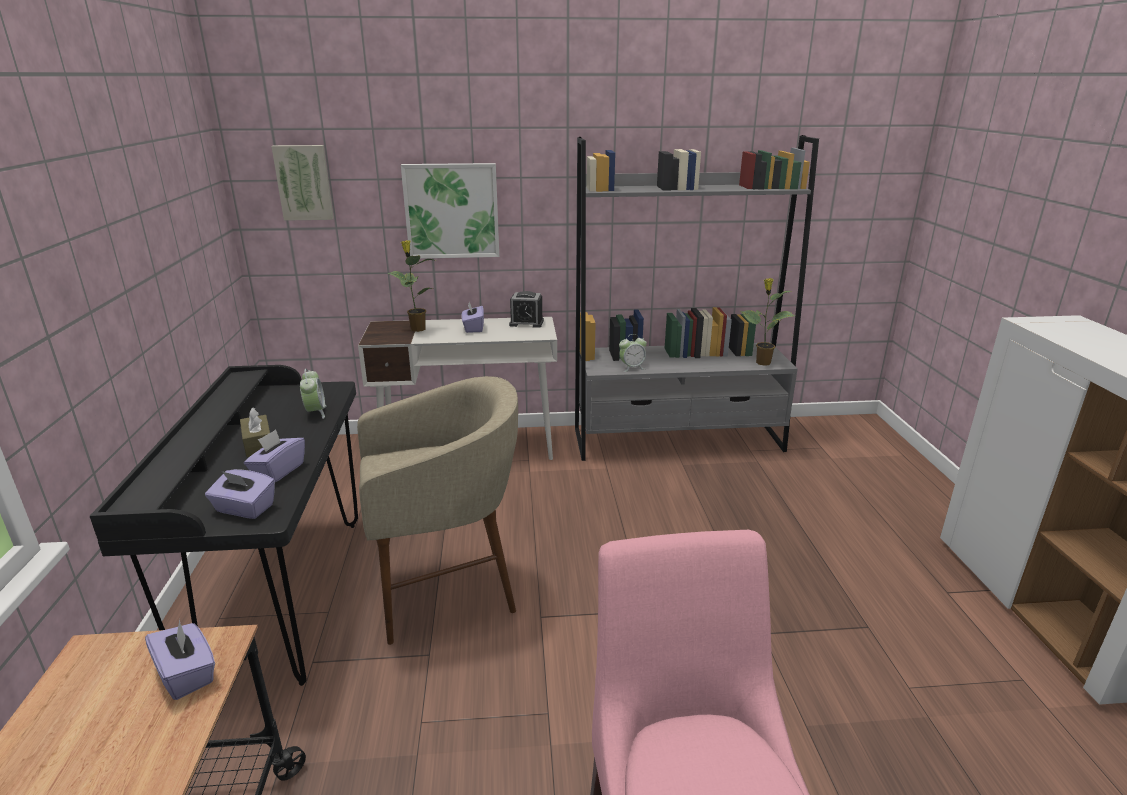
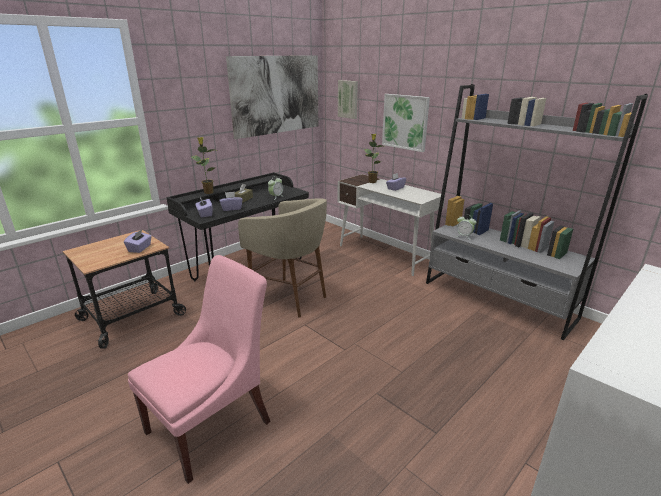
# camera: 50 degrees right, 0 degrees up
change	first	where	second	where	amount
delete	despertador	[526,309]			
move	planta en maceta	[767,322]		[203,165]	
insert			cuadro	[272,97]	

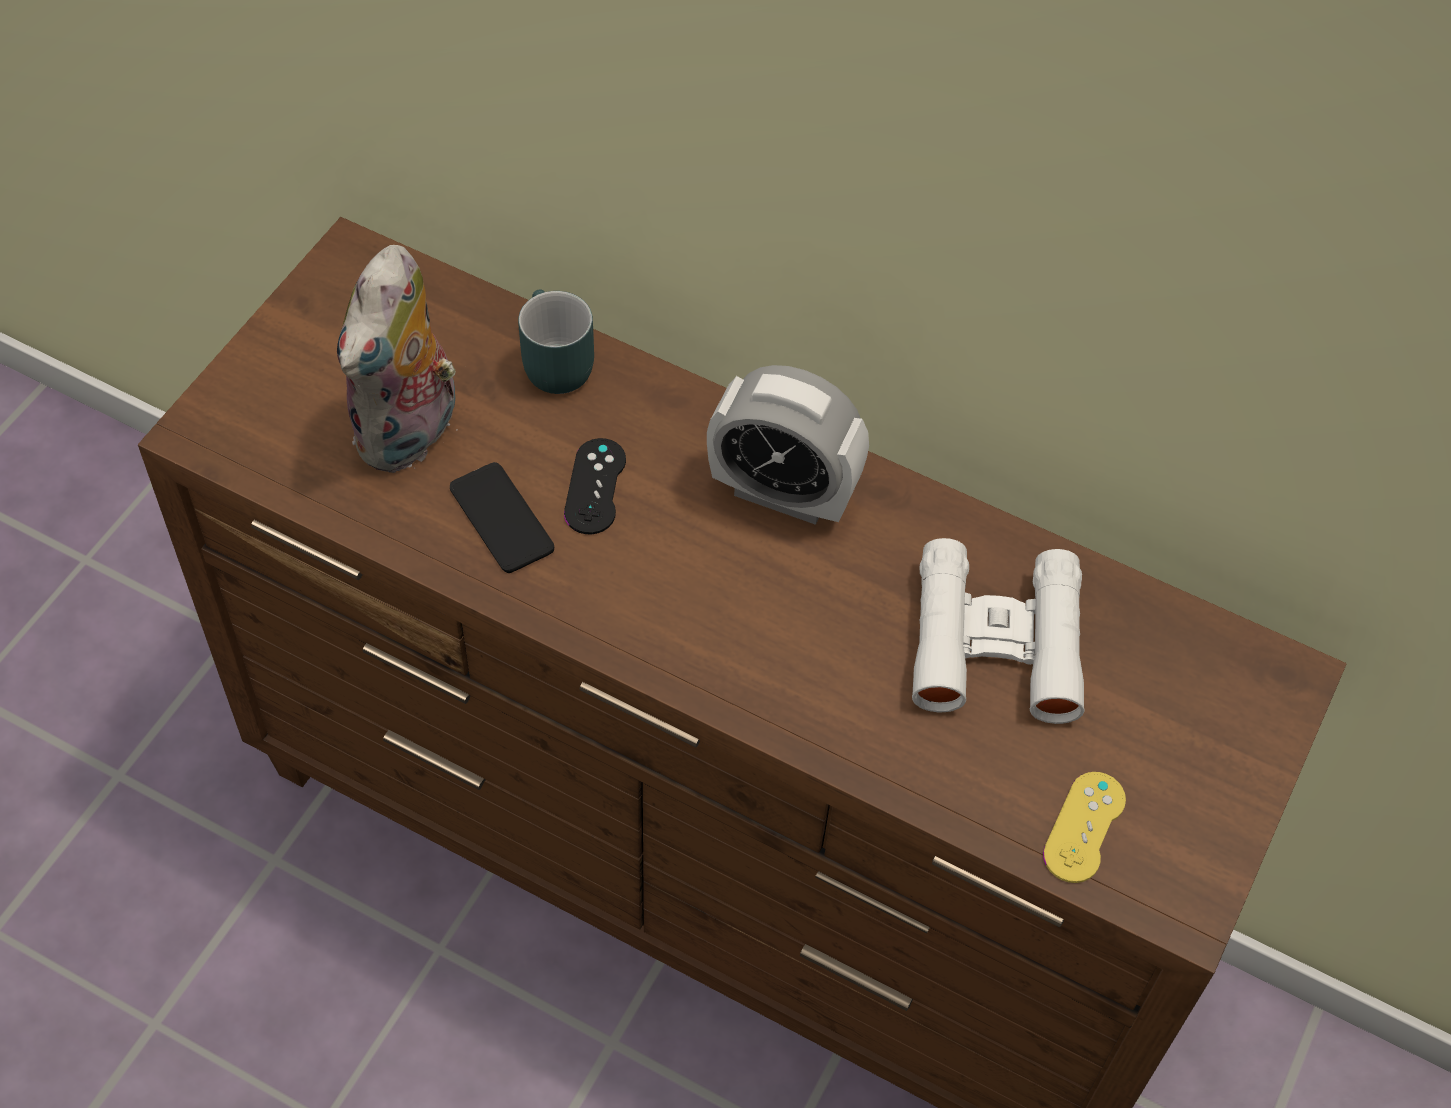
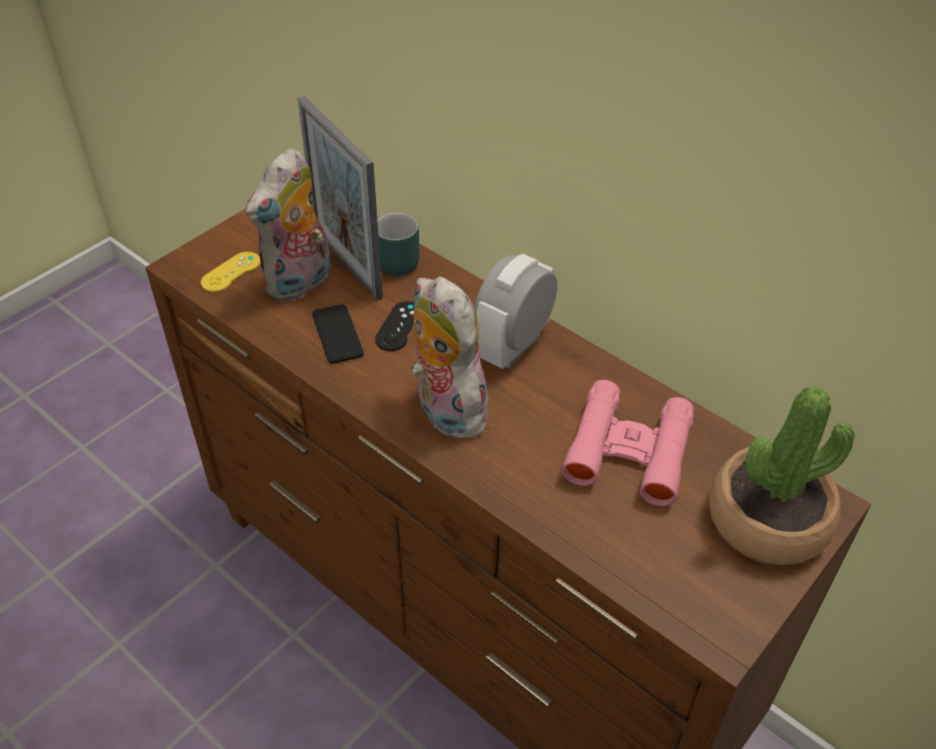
# camera: 15 degrees right, 10 degrees down
change	first	where	second	where	amount
rotate	despertador	[788,445]		[516,311]	90 degrees clockwise
recolor	prismáticos [blanco]	[998,631]	prismáticos [rosa]	[628,443]	
move	mando de consola [amarillo]	[1084,827]		[231,272]	
insert			portarretratos	[340,198]	
insert			peluche	[452,358]	
insert			planta en maceta	[782,476]	

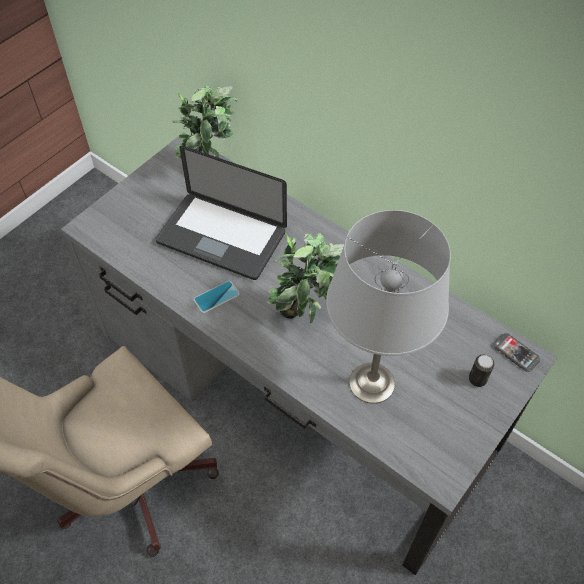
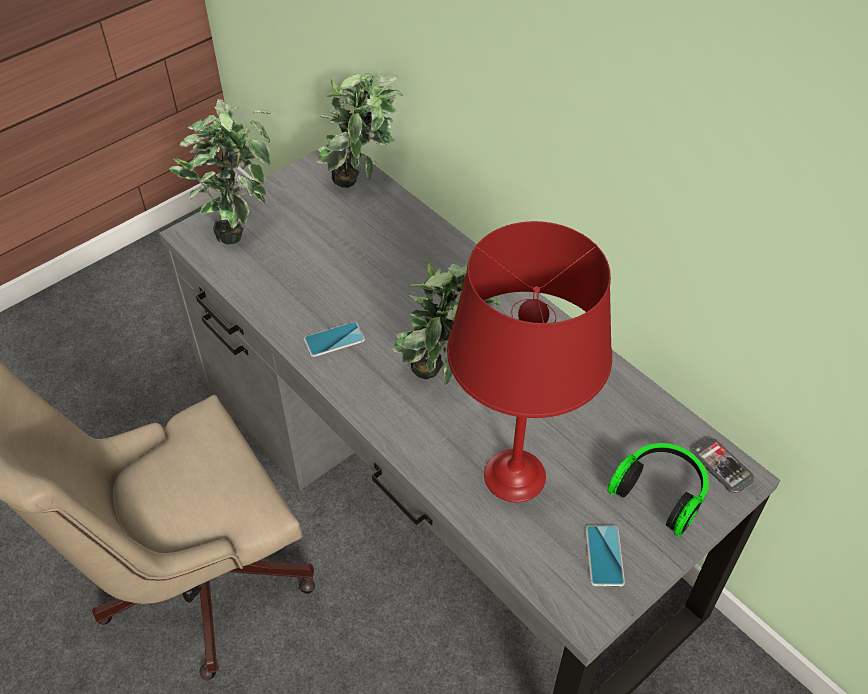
# camera: 10 degrees right, 5 degrees down
change	first	where	second	where	amount
delete	portátil	[221,213]			
recolor	lámpara de mesa [gris]	[388,307]	lámpara de mesa [rojo]	[529,361]	
replace	lata	[482,370]	auriculares	[658,490]	
insert			planta en maceta	[221,172]	
insert			móvil	[605,556]	

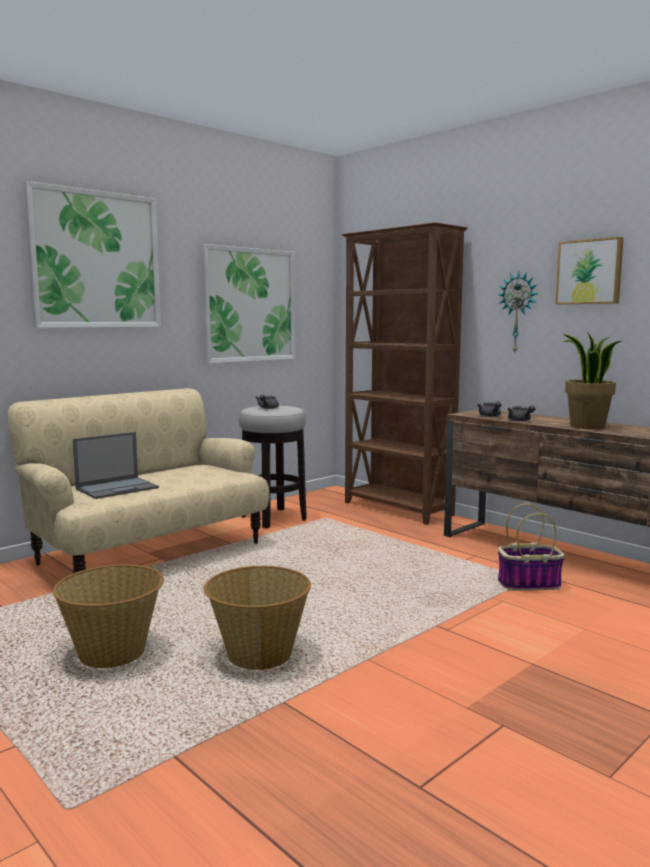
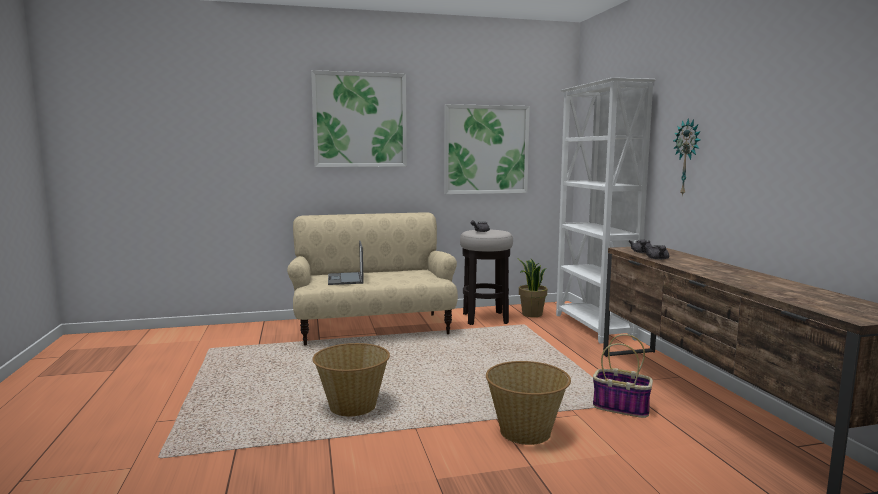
# camera: 30 degrees right, 0 degrees up
change	first	where	second	where	amount
move	cesta	[108,616]		[528,403]	
rotate	portátil	[116,465]		[346,262]	90 degrees clockwise
recolor	estantería [marrón]	[404,373]	estantería [blanco]	[606,210]	
delete	cuadro	[589,270]			
move	planta en maceta	[592,380]		[532,287]	

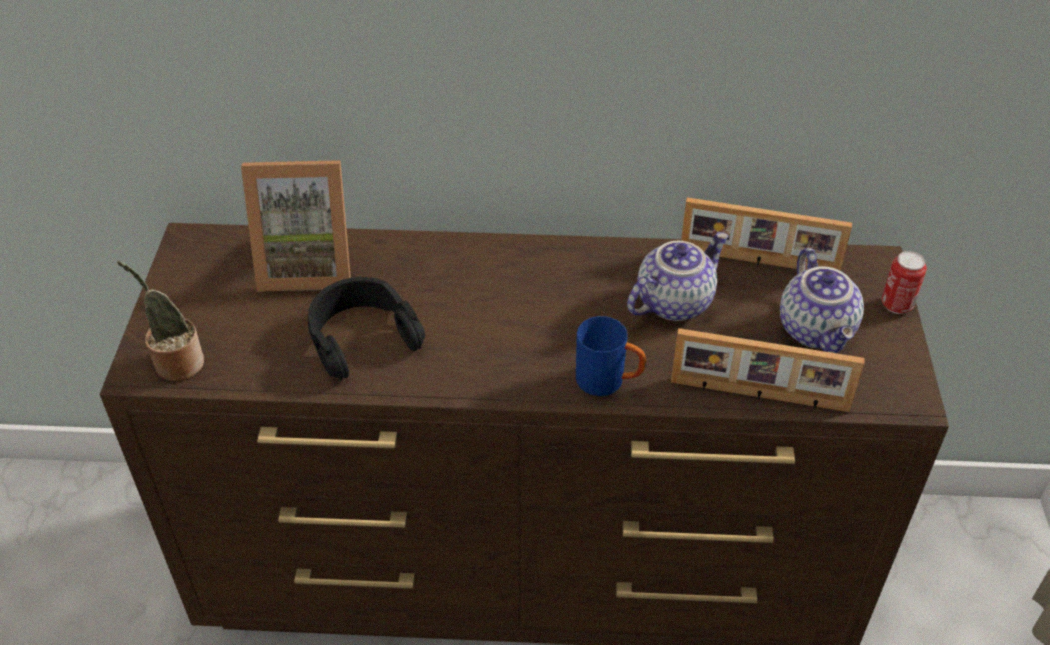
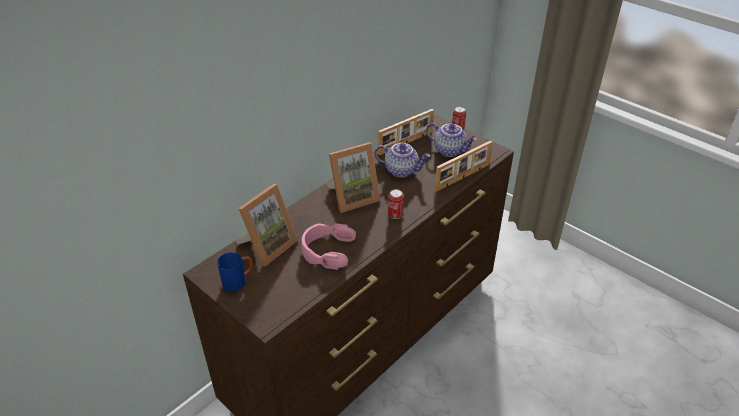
# camera: 50 degrees left, 5 degrees down
change	first	where	second	where	amount
delete	planta en maceta	[160,321]			
recolor	auriculares [negro]	[366,328]	auriculares [rosa]	[328,246]	
move	taza grande [azul]	[611,356]		[235,272]	
rotate	tetera	[678,276]		[402,160]	105 degrees clockwise
insert			portarretratos	[353,177]	
insert			lata	[396,204]	

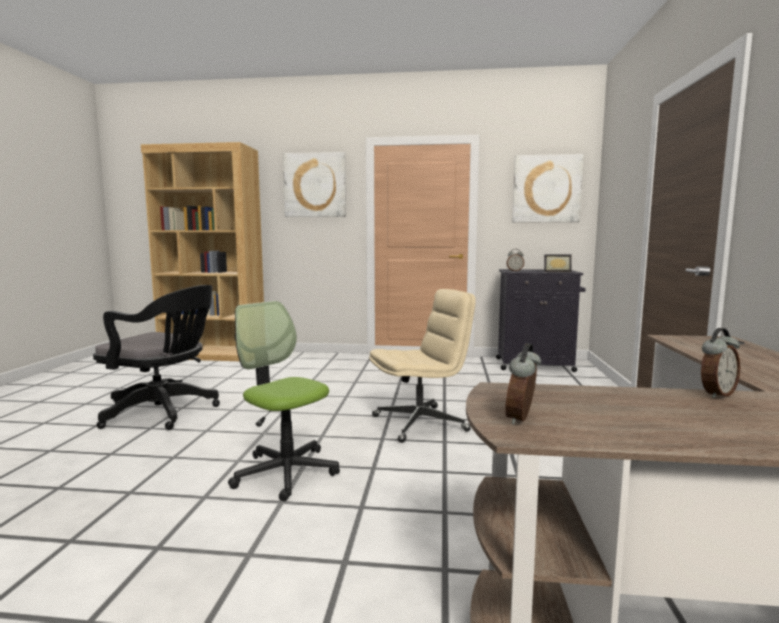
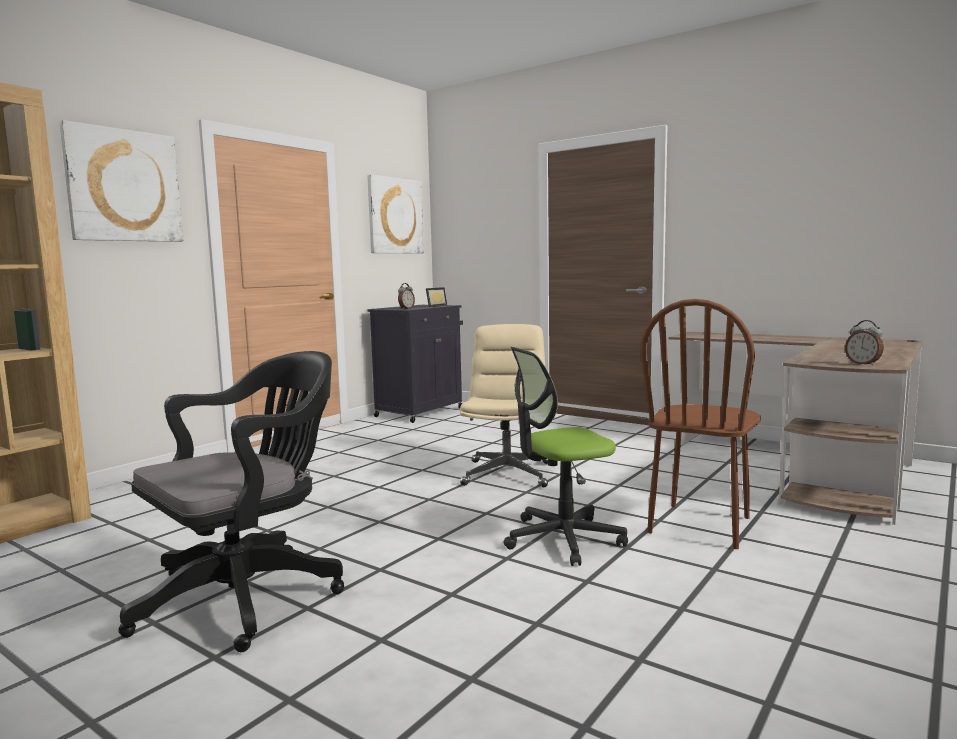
# camera: 60 degrees left, 0 degrees up
change	first	where	second	where	amount
delete	despertador	[720,363]			
insert			silla [marrón]	[700,424]	

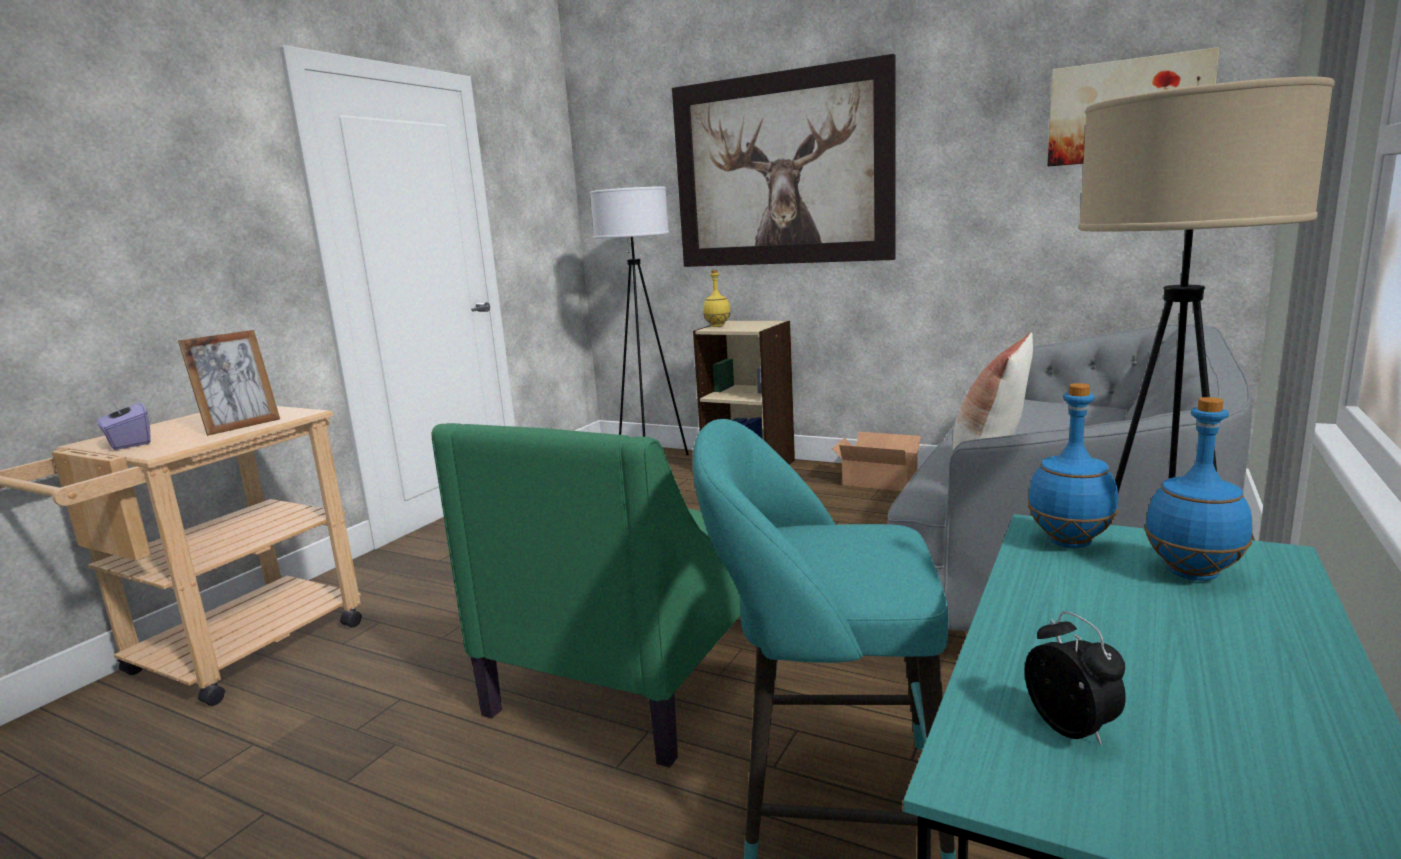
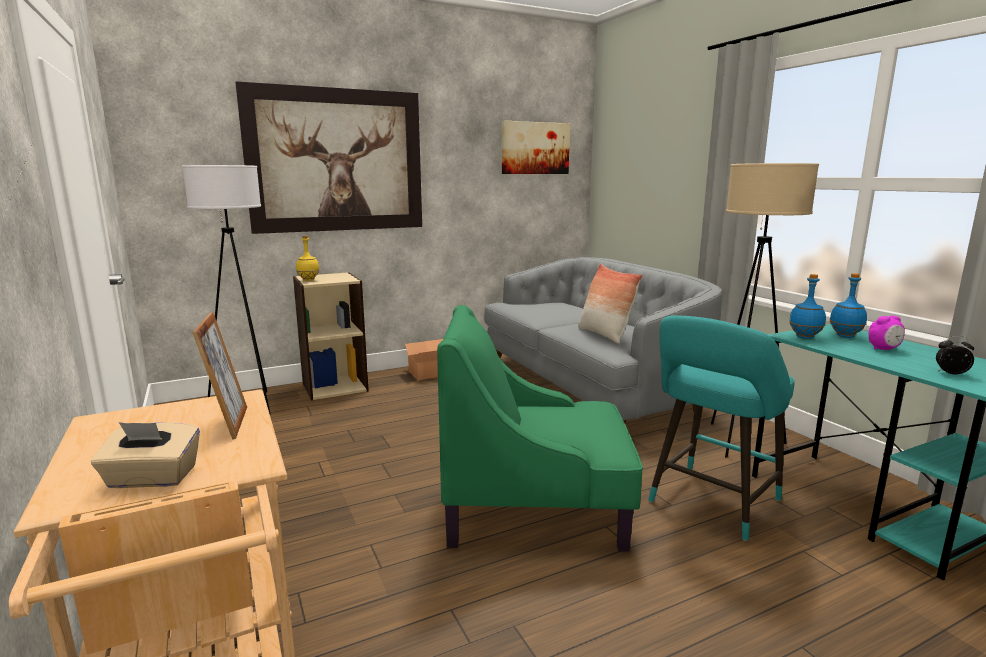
# camera: 55 degrees left, 0 degrees up
change	first	where	second	where	amount
recolor	caja de pañuelos [morado]	[124,423]	caja de pañuelos [beis]	[145,455]	
rotate	sillón [verde]	[585,595]		[540,428]	120 degrees clockwise
insert			despertador	[887,332]	

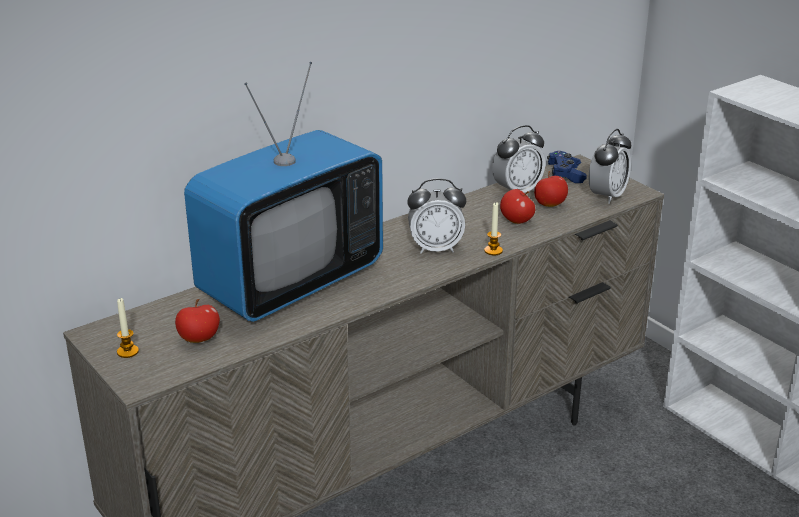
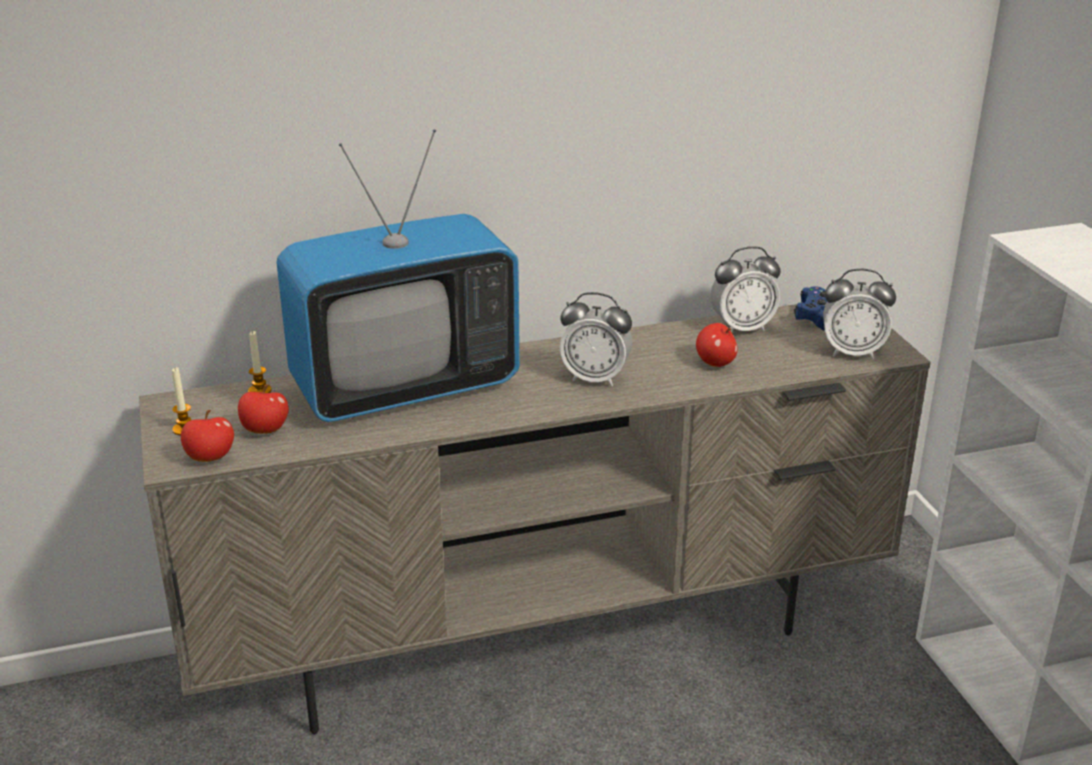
# camera: 20 degrees right, 0 degrees up
change	first	where	second	where	amount
move	vela	[493,228]		[260,362]	
move	manzana	[551,189]		[207,436]	
rotate	despertador	[610,166]		[859,314]	45 degrees clockwise

